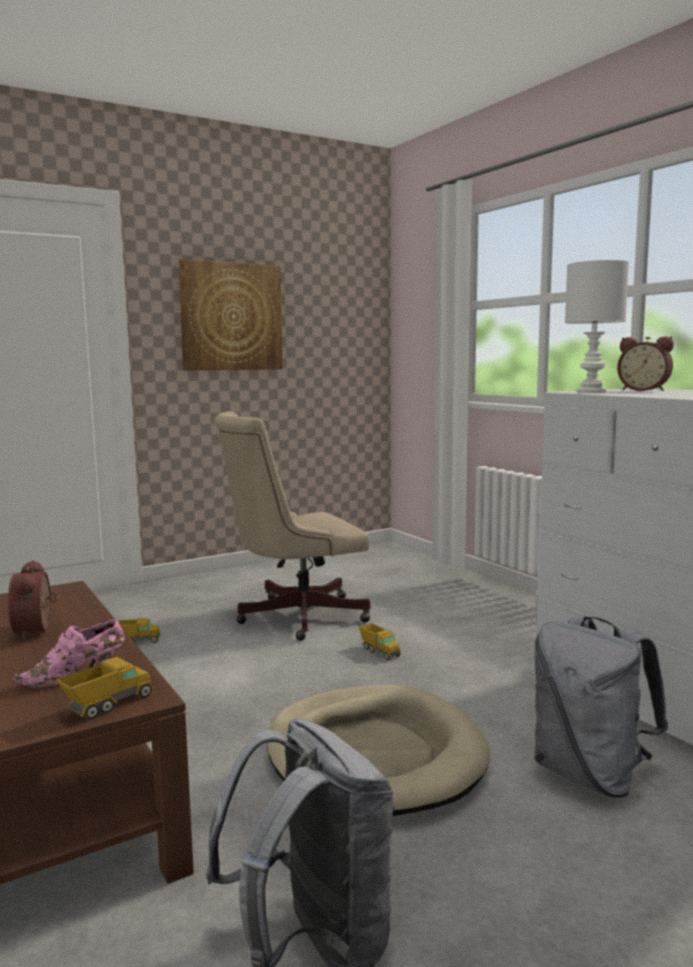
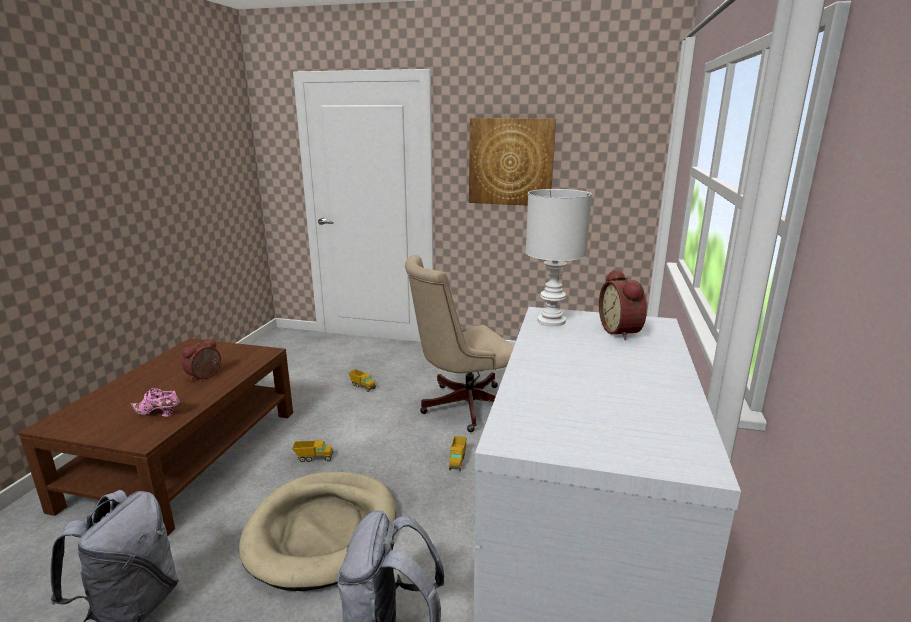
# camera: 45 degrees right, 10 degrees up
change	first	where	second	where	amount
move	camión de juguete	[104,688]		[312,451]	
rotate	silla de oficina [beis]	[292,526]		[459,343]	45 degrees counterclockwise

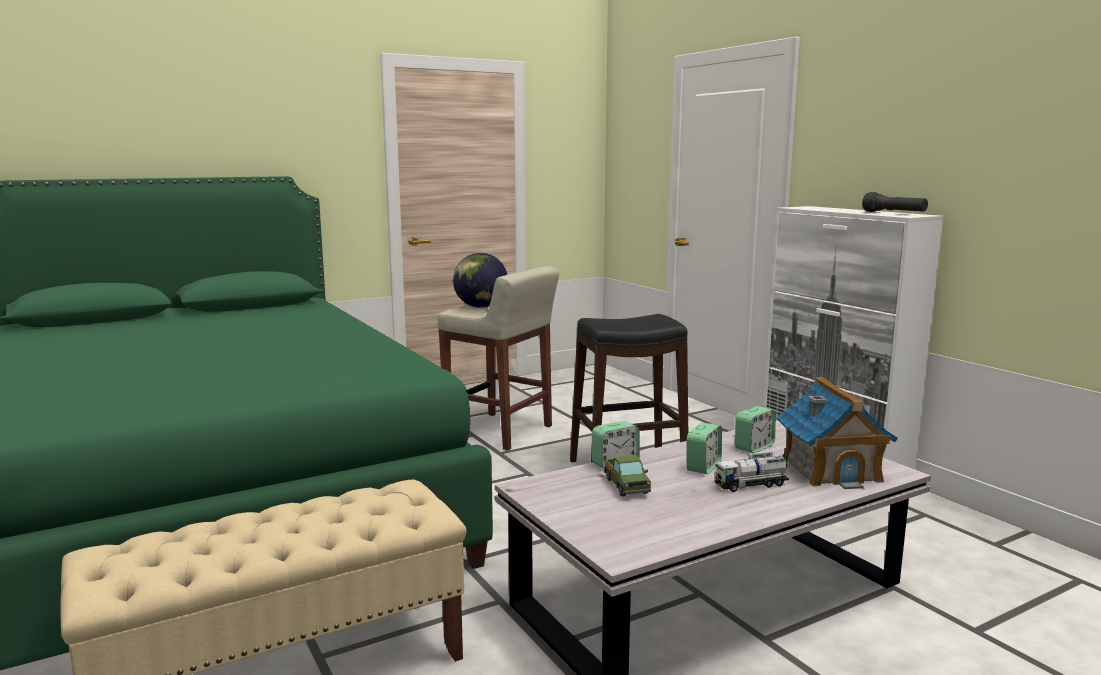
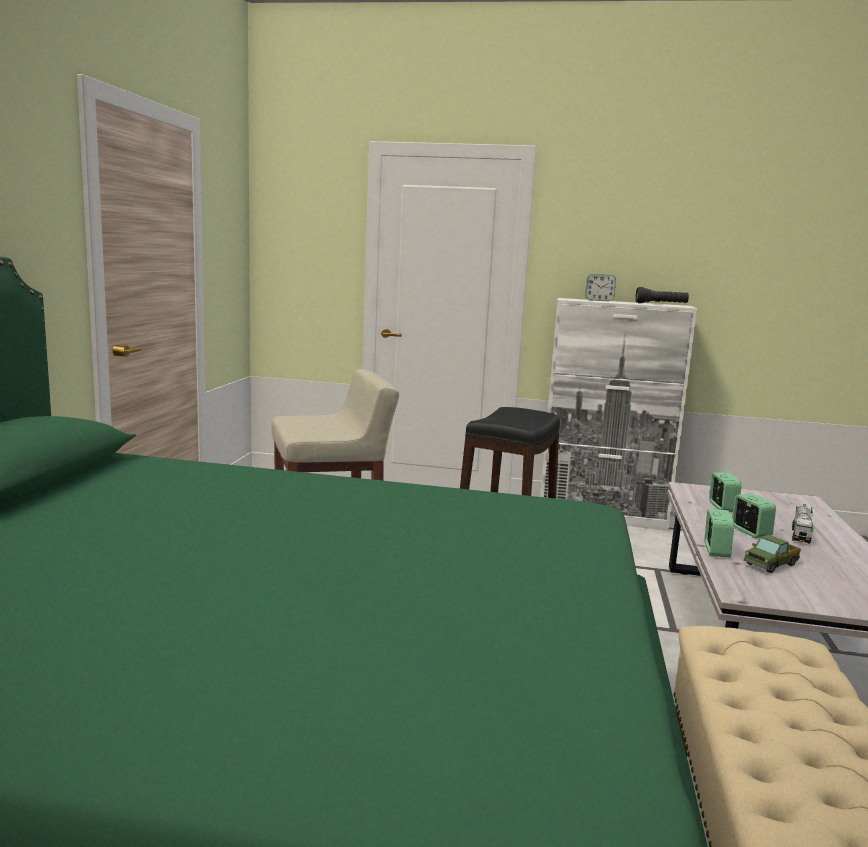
# camera: 50 degrees left, 0 degrees up
change	first	where	second	where	amount
delete	globo terráqueo	[480,280]			
rotate	camión de juguete	[627,475]		[772,554]	120 degrees clockwise
delete	casita	[837,433]			
insert			despertador	[600,287]	

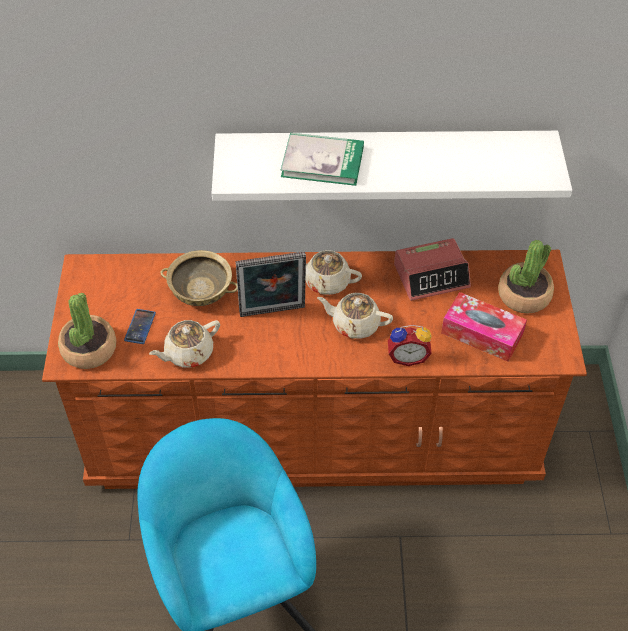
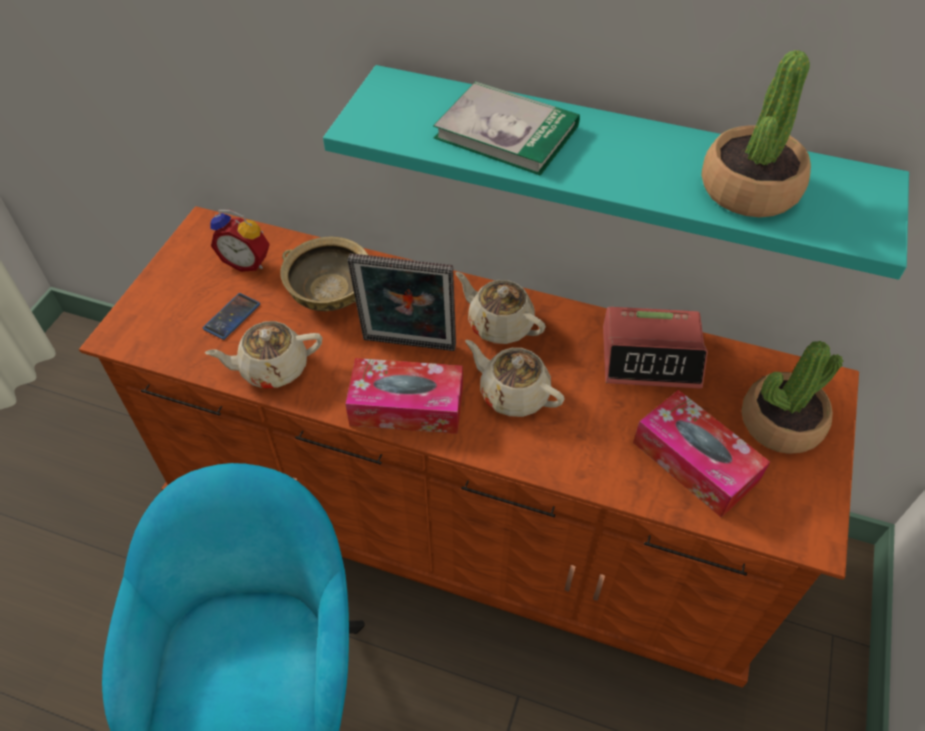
# camera: 20 degrees right, 0 degrees up
change	first	where	second	where	amount
move	planta en maceta	[87,330]		[756,133]	
recolor	estante [blanco]	[392,166]	estante [turquesa]	[616,172]	
move	despertador	[410,345]		[240,241]	
insert			caja de pañuelos	[404,396]	

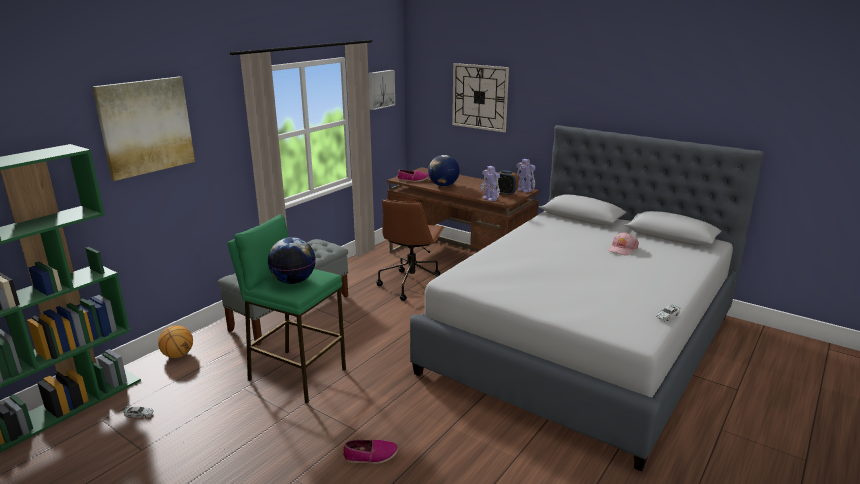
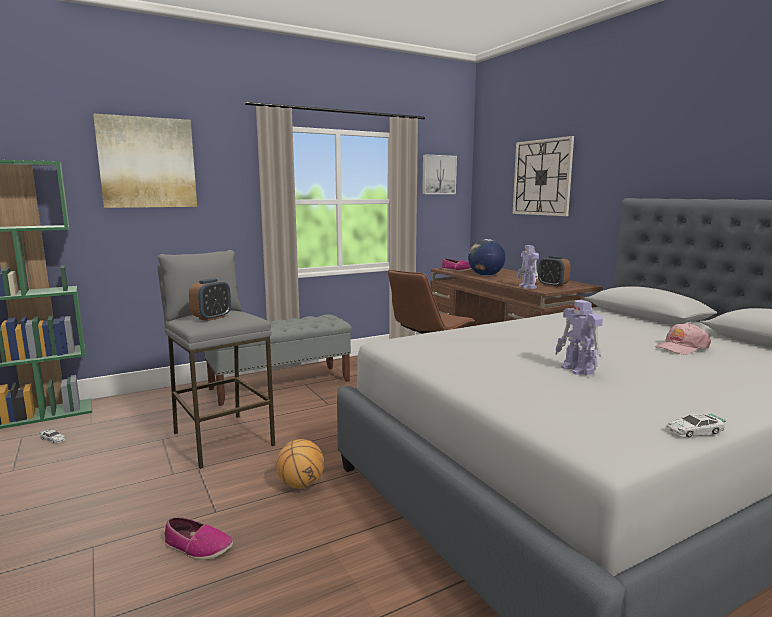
# camera: 25 degrees right, 10 degrees down
change	first	where	second	where	amount
move	balón de baloncesto	[175,341]		[300,464]	
recolor	taburete [verde]	[286,309]	taburete [gris]	[216,359]	
replace	globo terráqueo	[292,260]	despertador	[210,299]	
move	robot de juguete	[525,176]		[579,337]	

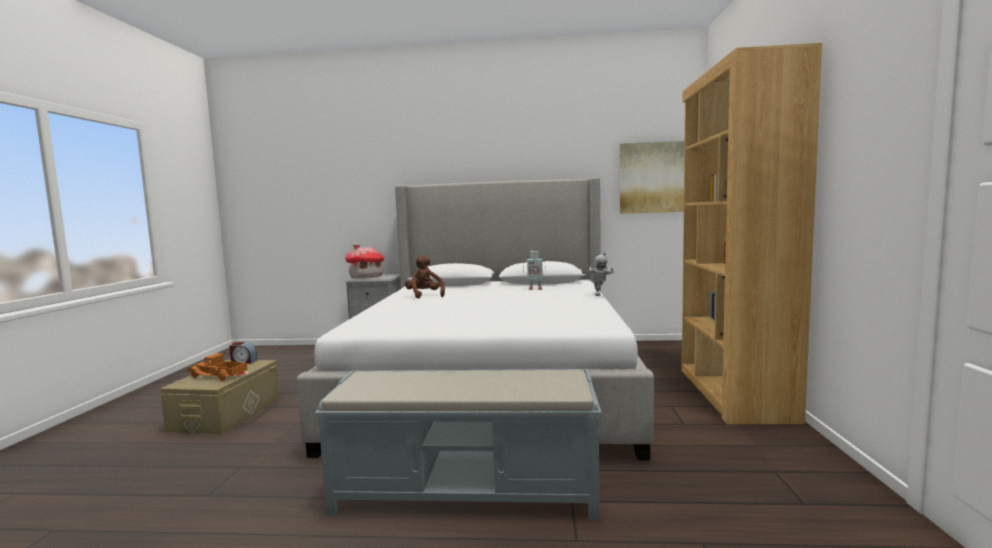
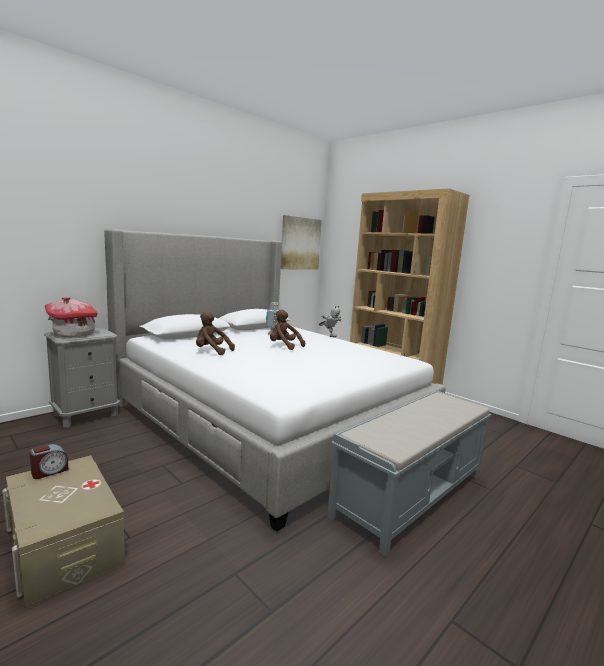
# camera: 50 degrees left, 5 degrees up
change	first	where	second	where	amount
delete	camión de juguete	[217,367]			
insert			peluche [marrón]	[287,330]	

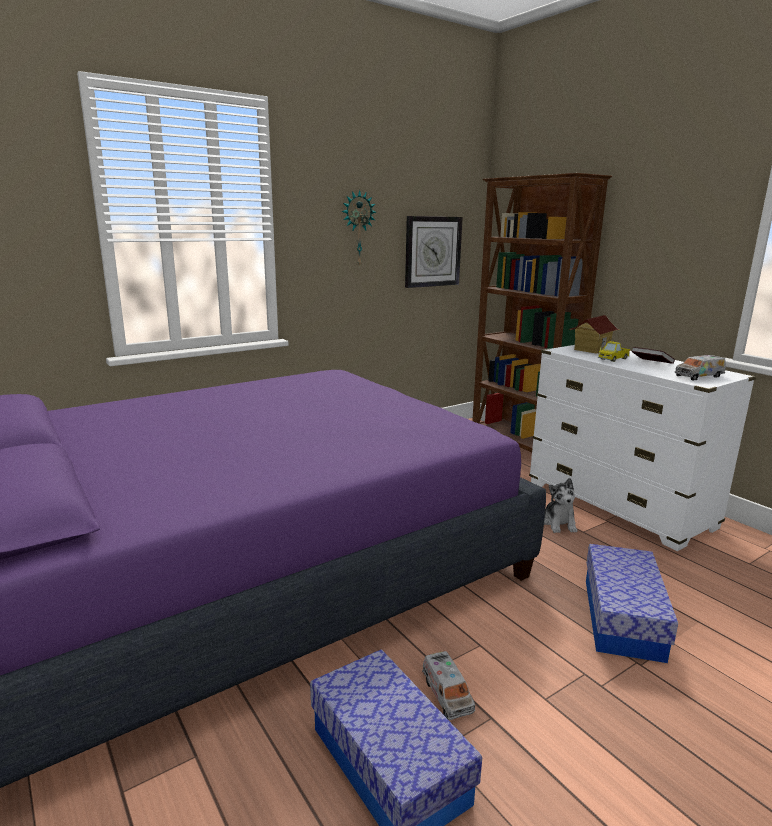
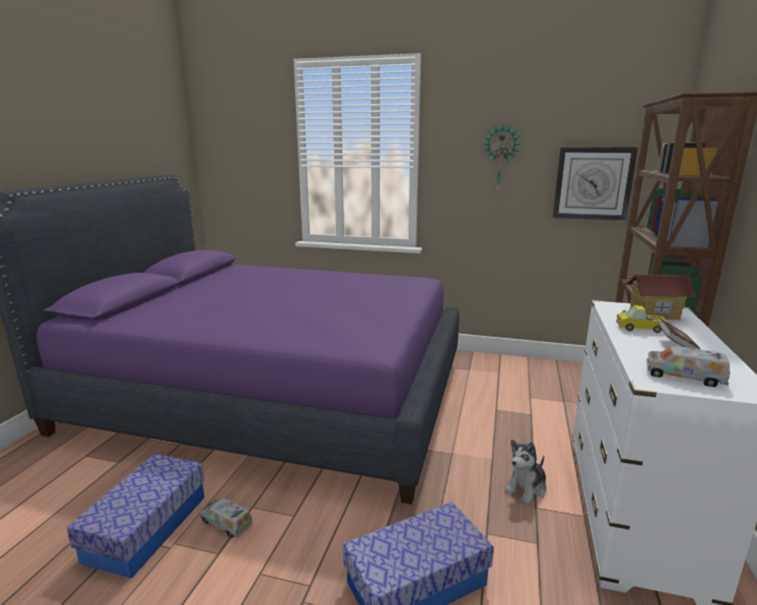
# camera: 50 degrees right, 0 degrees up
change	first	where	second	where	amount
rotate	camión de juguete	[448,685]		[226,518]	90 degrees clockwise

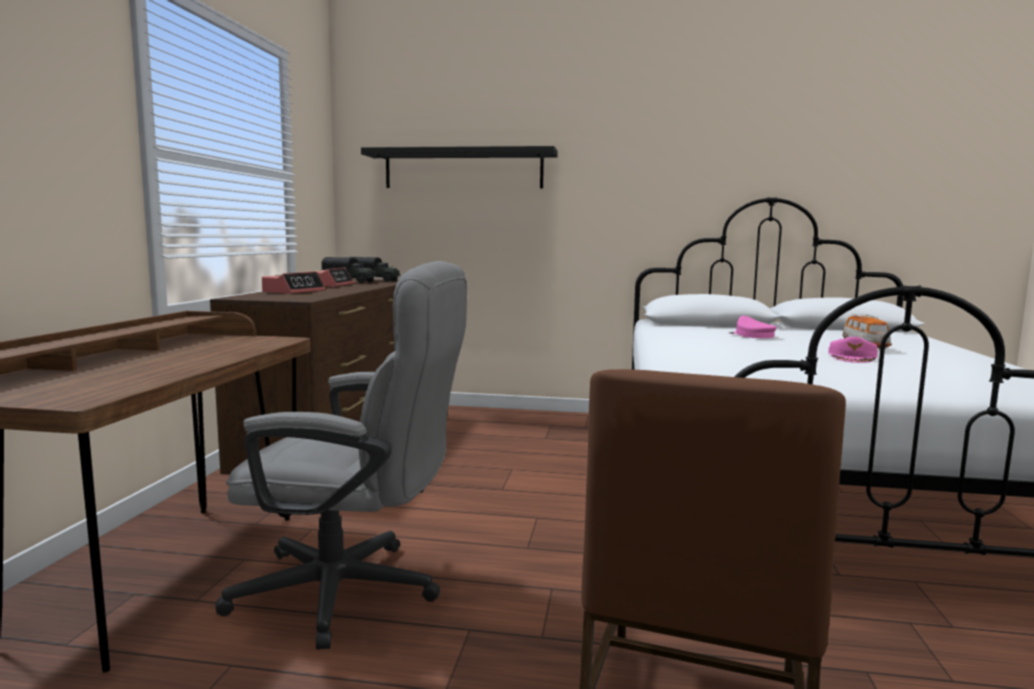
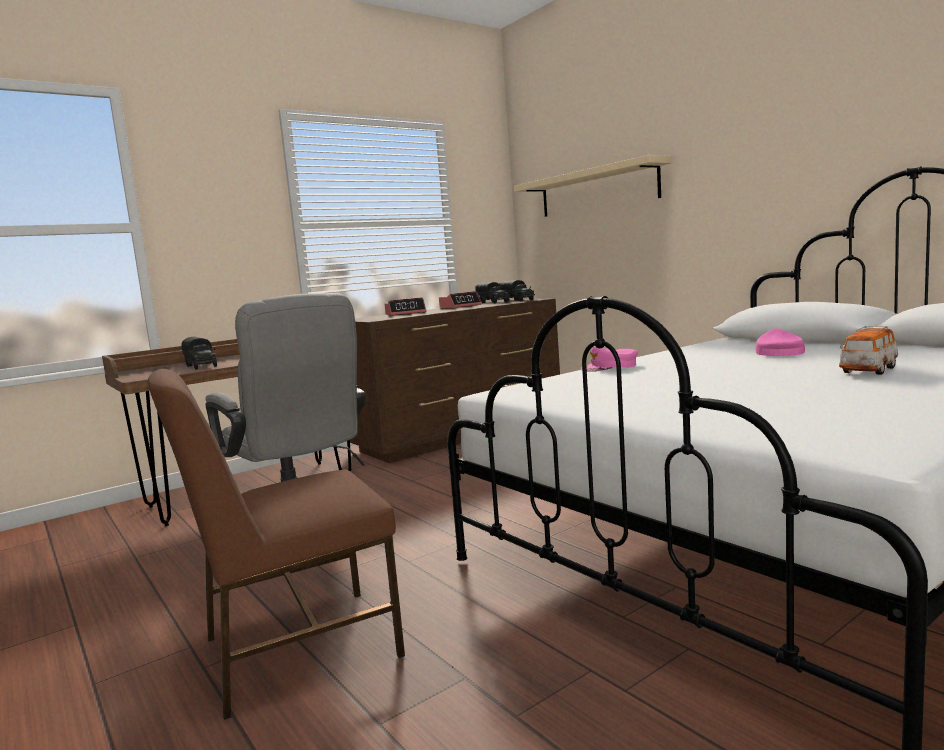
# camera: 45 degrees right, 0 degrees up
change	first	where	second	where	amount
recolor	estante [negro]	[459,167]	estante [beis]	[593,186]	
move	gorra [rosa]	[853,350]		[609,359]	
insert			camión de juguete	[199,353]	

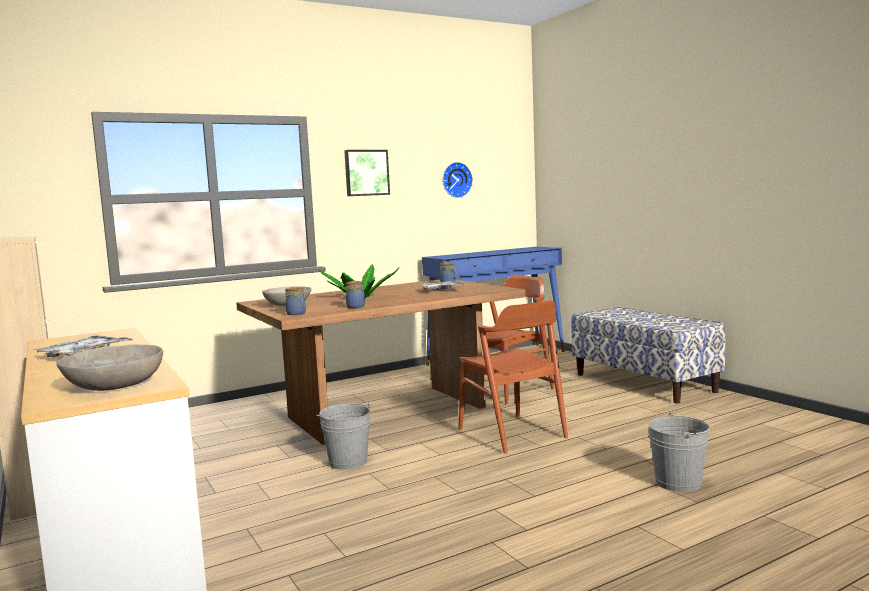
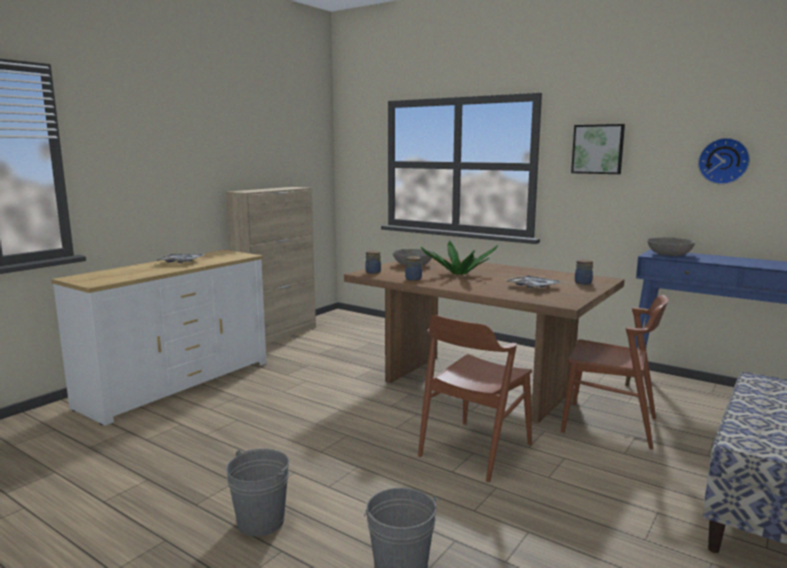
# camera: 65 degrees right, 5 degrees up
change	first	where	second	where	amount
move	cuenco [gris]	[110,367]		[671,246]	
move	cubo [gris]	[343,437]		[257,492]	

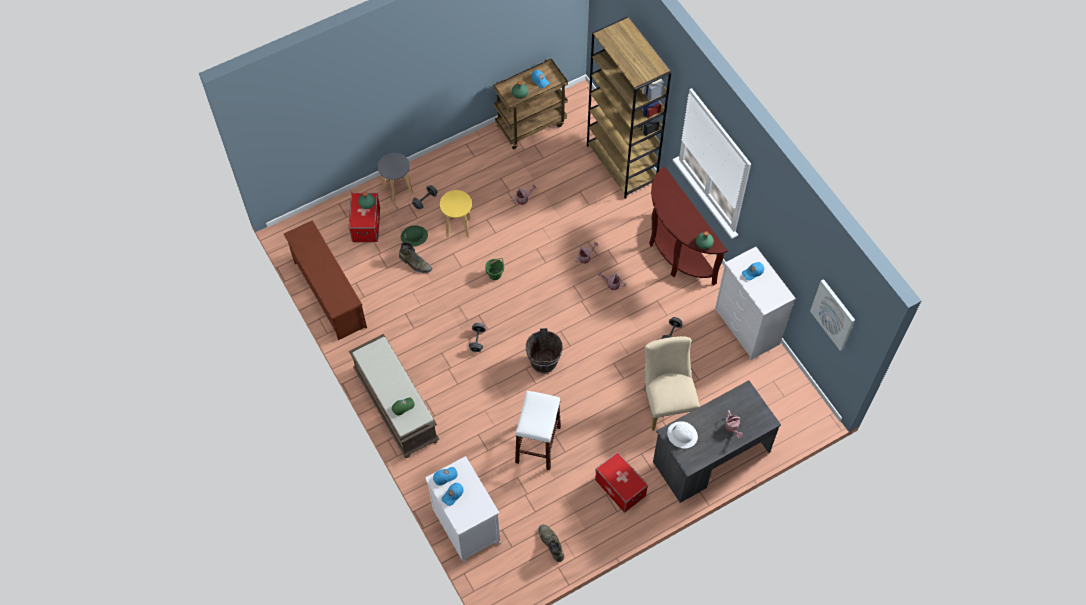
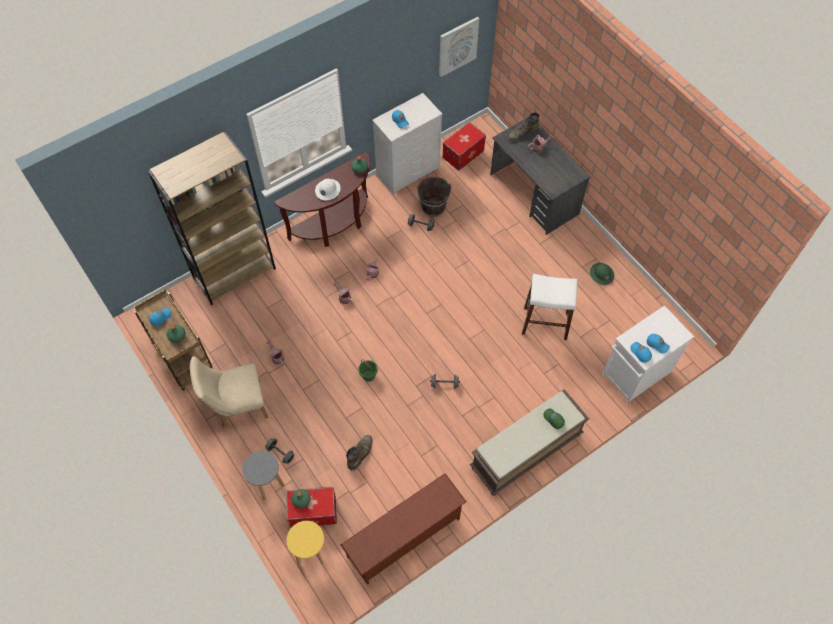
# camera: 95 degrees left, 0 degrees up
change	first	where	second	where	amount
move	casco [verde]	[414,236]		[602,274]	
move	taburete [amarillo]	[456,213]		[305,543]	
move	cubo [marrón]	[544,351]		[434,197]	
move	bota [verde]	[551,543]		[523,127]	
move	caja de almacenaje	[621,482]		[464,146]	
move	silla [beis]	[672,383]		[229,392]	
move	casco [blanco]	[682,434]		[328,189]	

